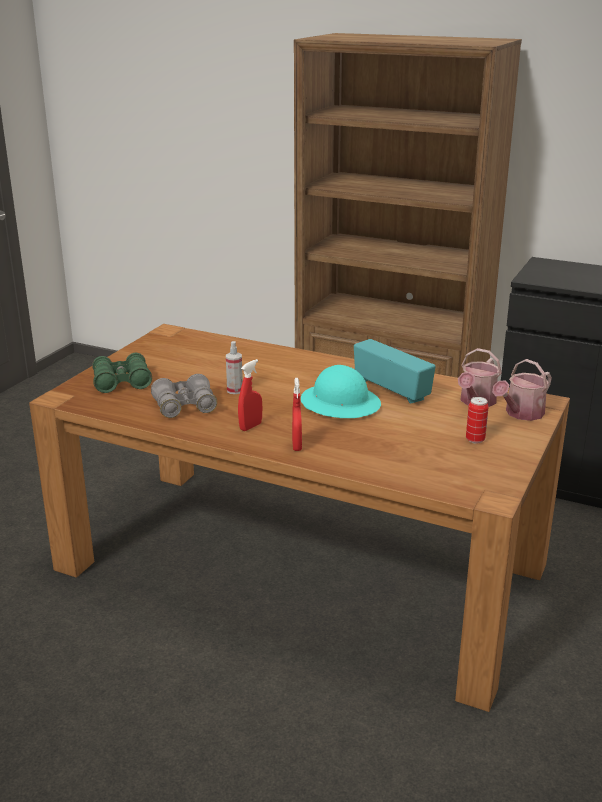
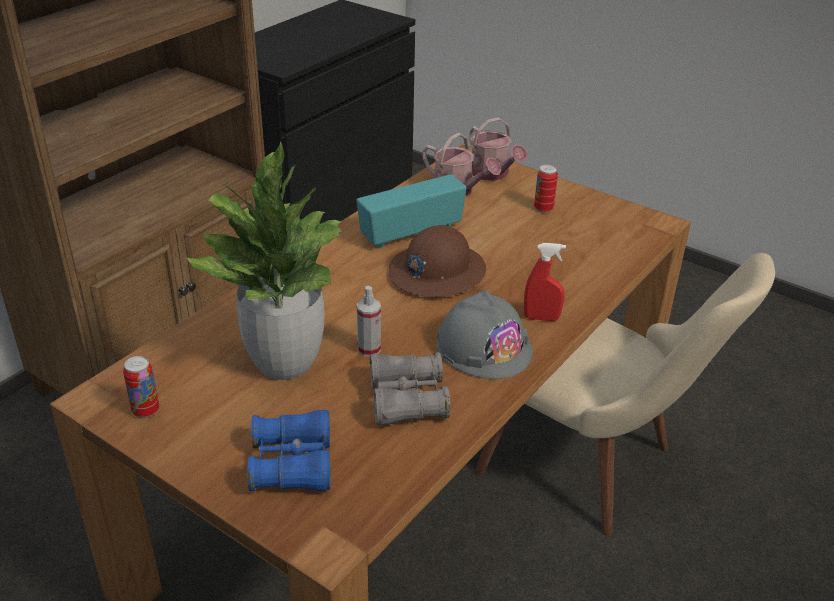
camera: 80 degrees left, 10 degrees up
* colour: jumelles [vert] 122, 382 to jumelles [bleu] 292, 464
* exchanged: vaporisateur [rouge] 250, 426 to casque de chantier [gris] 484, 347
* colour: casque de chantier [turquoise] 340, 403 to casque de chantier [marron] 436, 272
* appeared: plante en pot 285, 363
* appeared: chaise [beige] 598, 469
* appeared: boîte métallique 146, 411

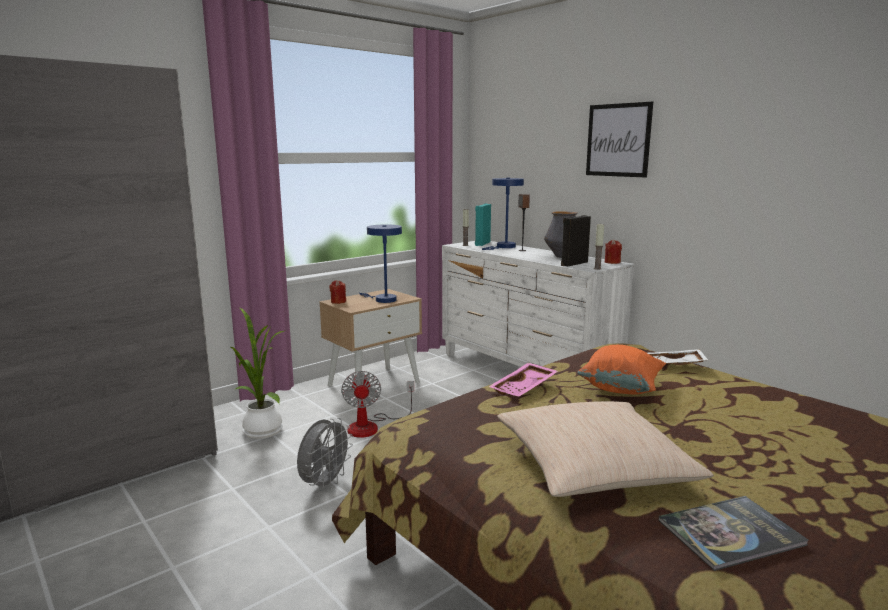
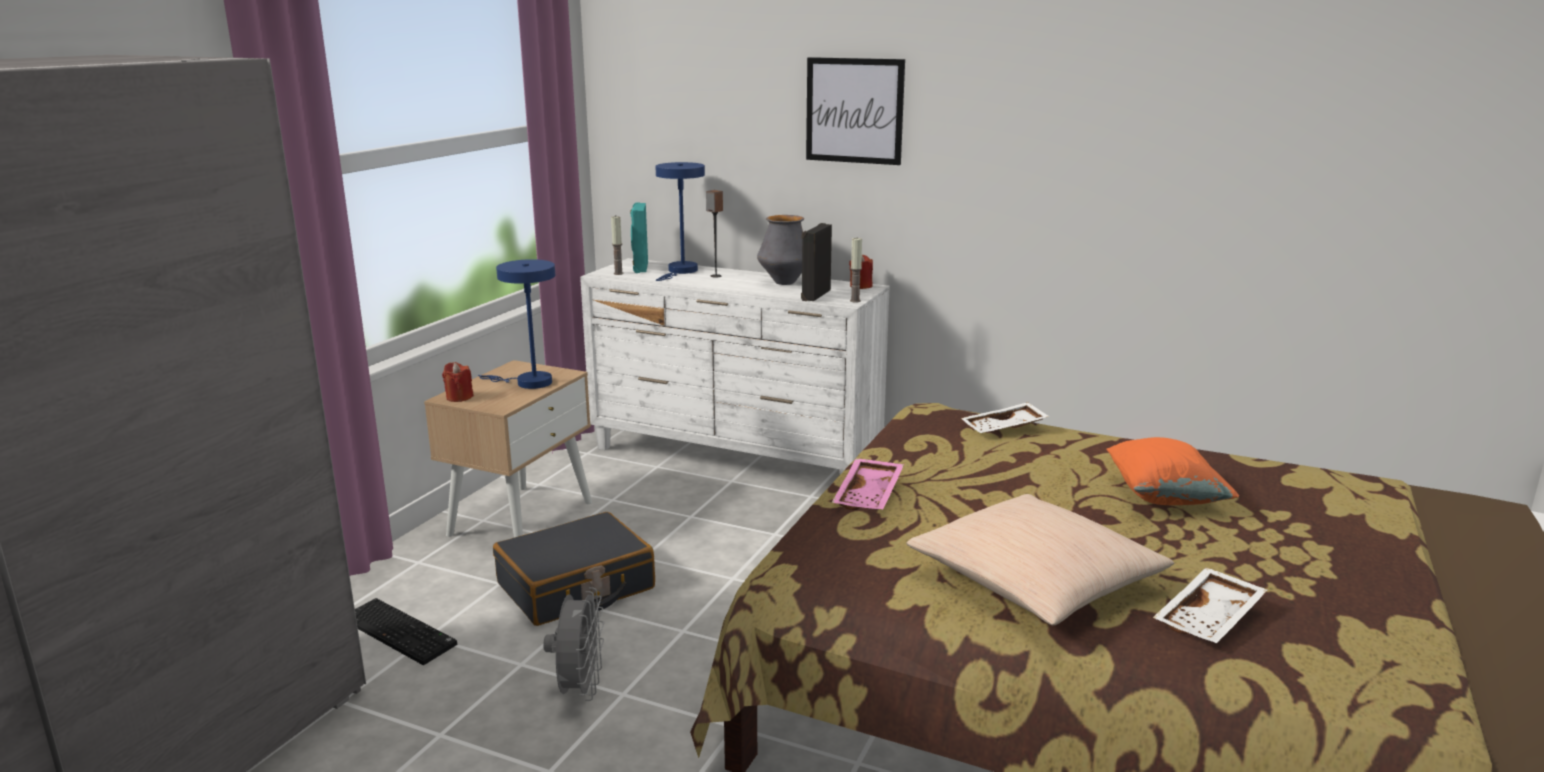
camera: 25 degrees left, 5 degrees up
* exchanged: plante en pot 262, 429 to clavier 401, 632
* relocated: coussin [orange] 621, 389 to 1164, 497
* exchanged: ventilateur 371, 426 to valise [noir] 576, 587
* exchanged: livre 730, 533 to plateau [blanc] 1210, 619

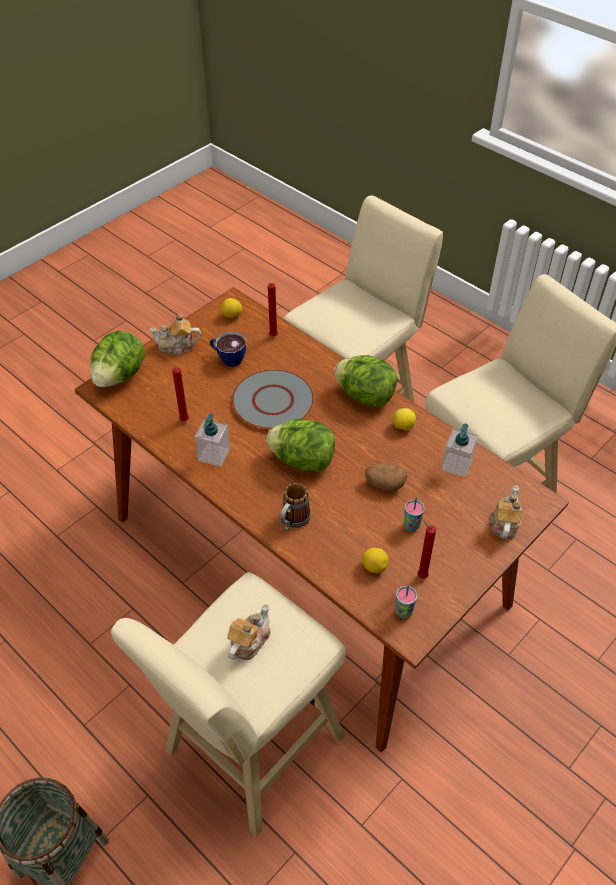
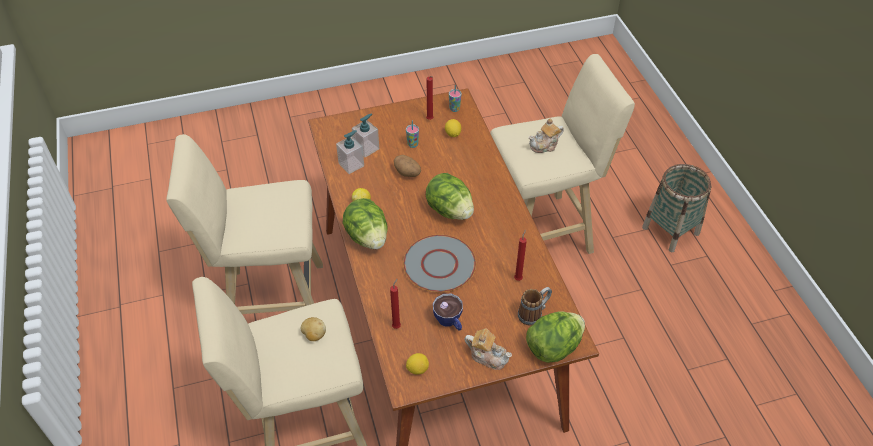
camera: 150 degrees left, 0 degrees up
* relocated: distributeur de savon 214, 455 to 366, 148
* relocated: mug 293, 521 to 534, 313
* missing: théière 504, 523
* appeared: pomme de terre 314, 335

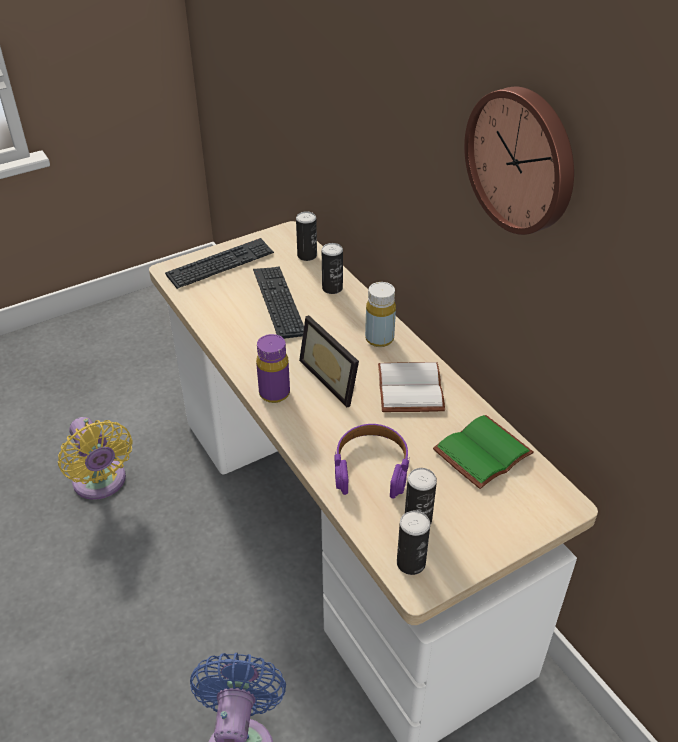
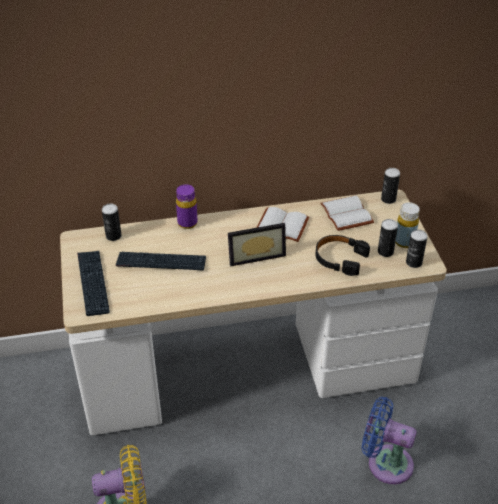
camera: 70 degrees left, 0 degrees up
* missing: horloge murale 523, 160
* relocated: boîte métallique 332, 288 to 388, 199
* relocated: bouteille [jaune] 379, 339 to 404, 242
* relocated: bouteille [violet] 274, 393 to 187, 223
* colour: livre [vert] 483, 455 to livre [blanc] 348, 214
* colour: casque audio [violet] 371, 467 to casque audio [noir] 340, 259

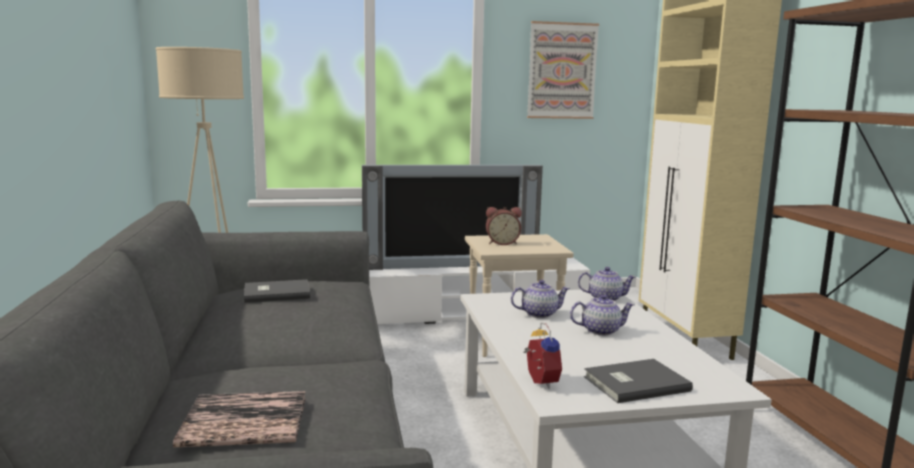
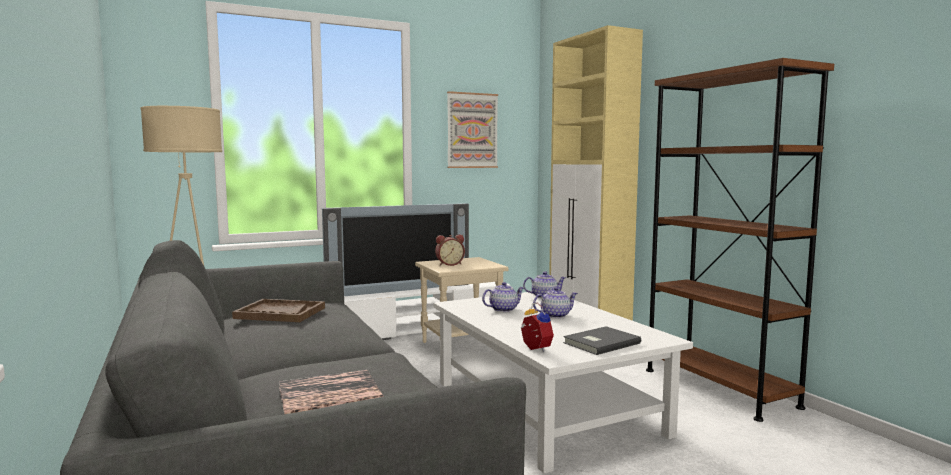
camera: 15 degrees left, 5 degrees down
* exchanged: livre [gris] 276, 293 to plateau [marron] 280, 313

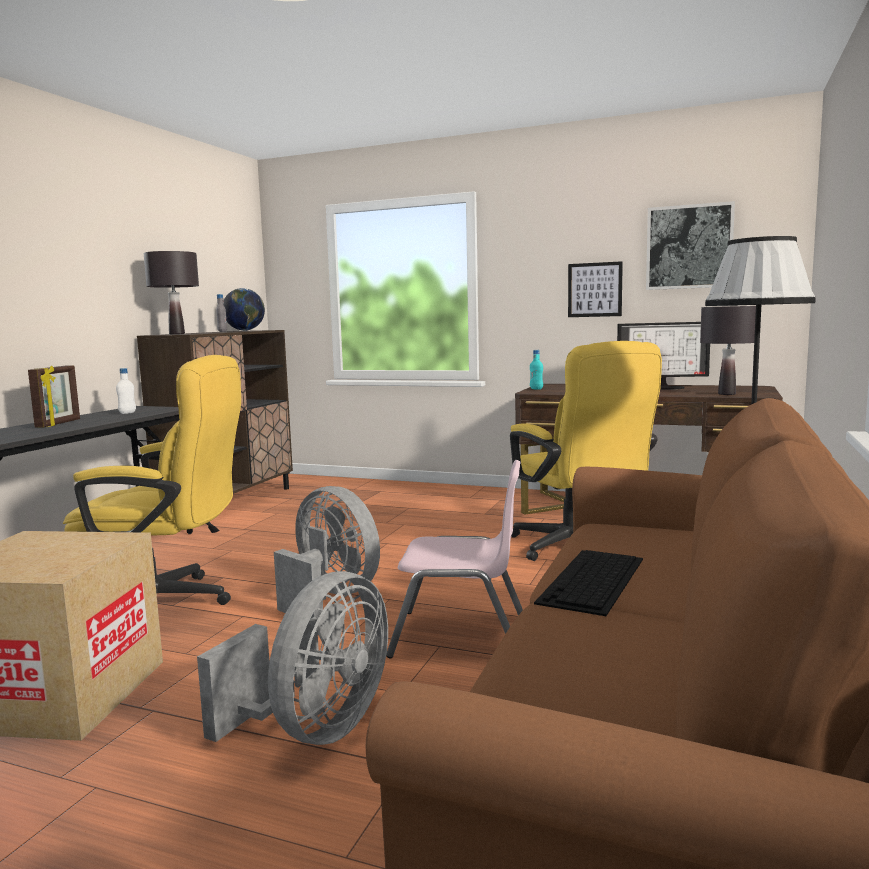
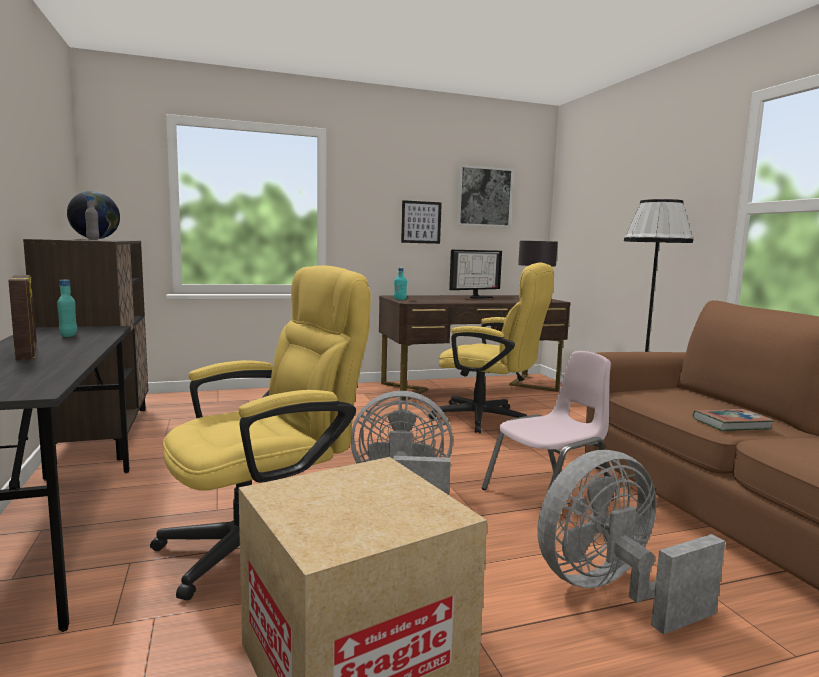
camera: 40 degrees left, 0 degrees up
* missing: lampe de table [noir] 176, 334
* colour: bouteille [blanc] 127, 413 to bouteille [turquoise] 68, 336
* exchanged: clavier 593, 580 to livre 731, 424
* spun: ventilateur [gris] 316, 730 = 610, 591 105 degrees counterclockwise

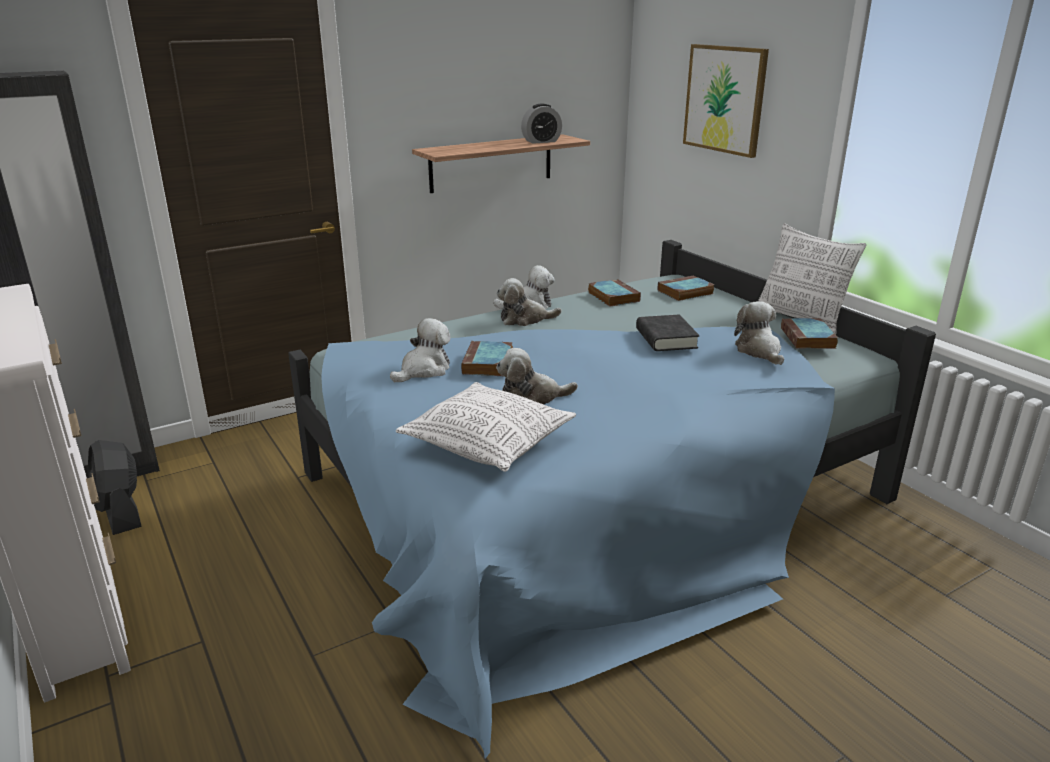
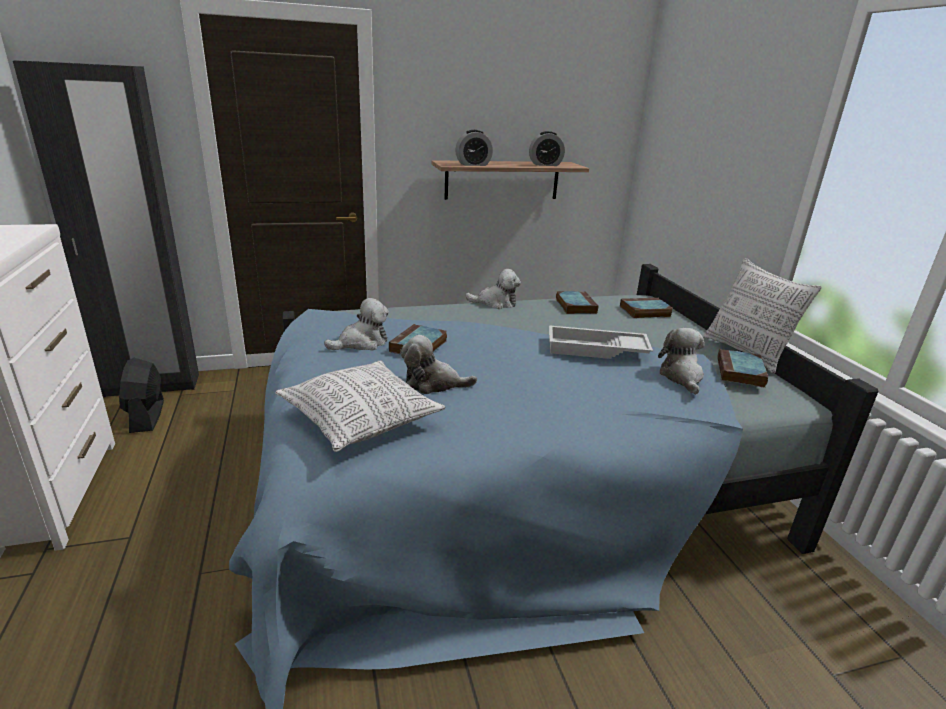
camera: 15 degrees right, 0 degrees up
* missing: tableau 725, 99
* missing: peluche 524, 319
* exchanged: livre [noir] 666, 339 to plateau [blanc] 596, 350
* appeared: réveil 473, 164

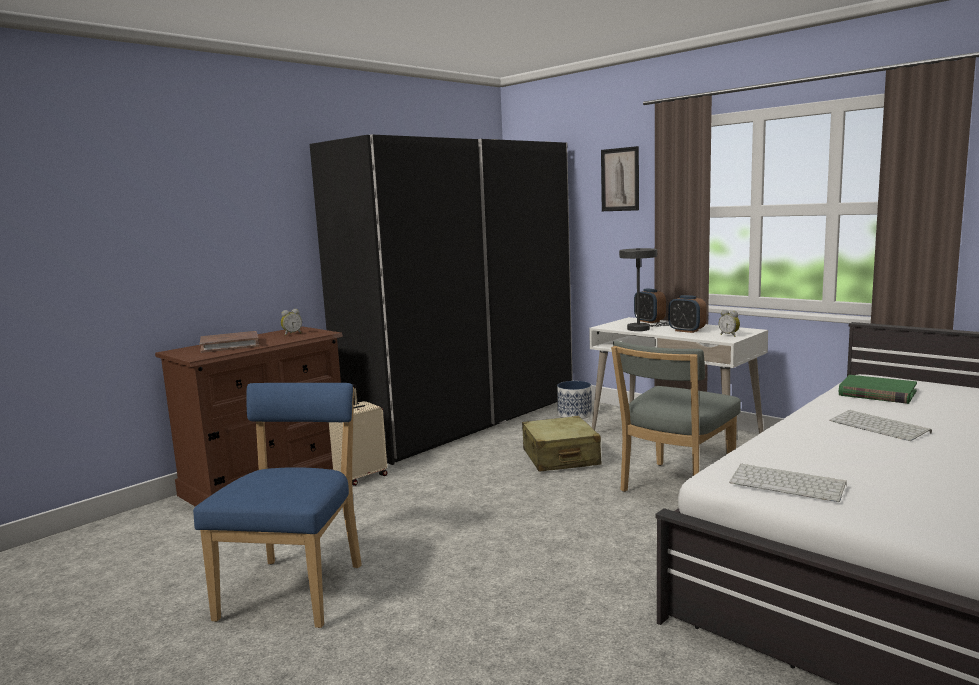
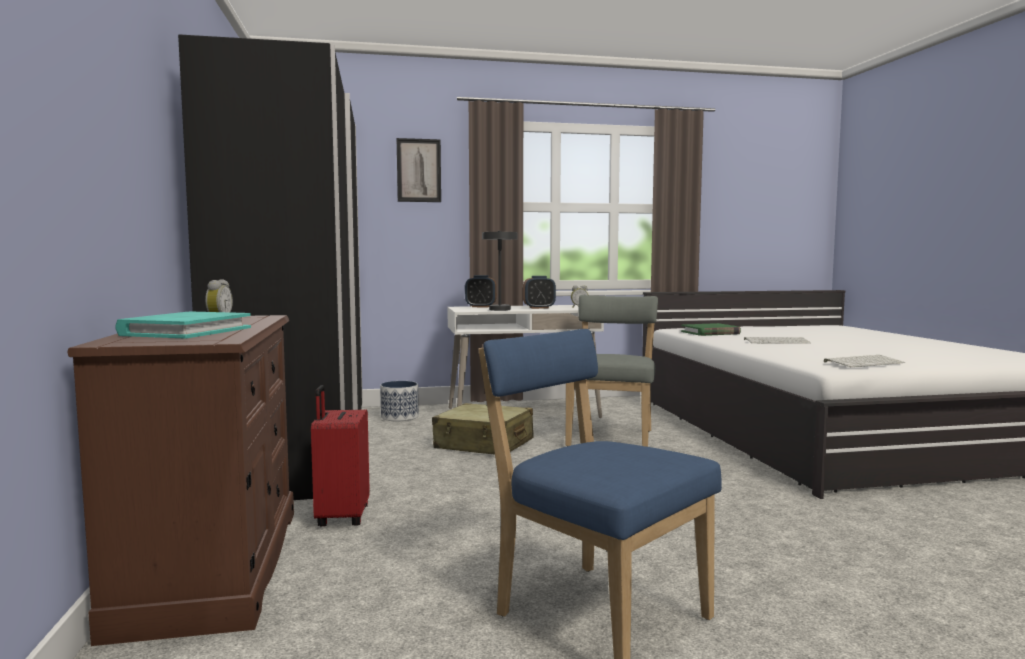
camera: 55 degrees left, 5 degrees down
* colour: livre [marron] 230, 345 to livre [turquoise] 186, 331
* spun: chaise [gris] 674, 488 = 611, 437 150 degrees counterclockwise
* colour: valise [beige] 361, 477 to valise [rouge] 341, 517

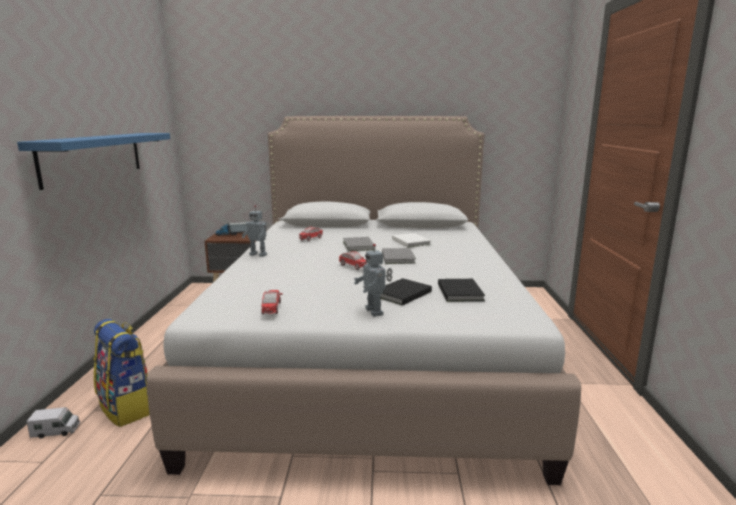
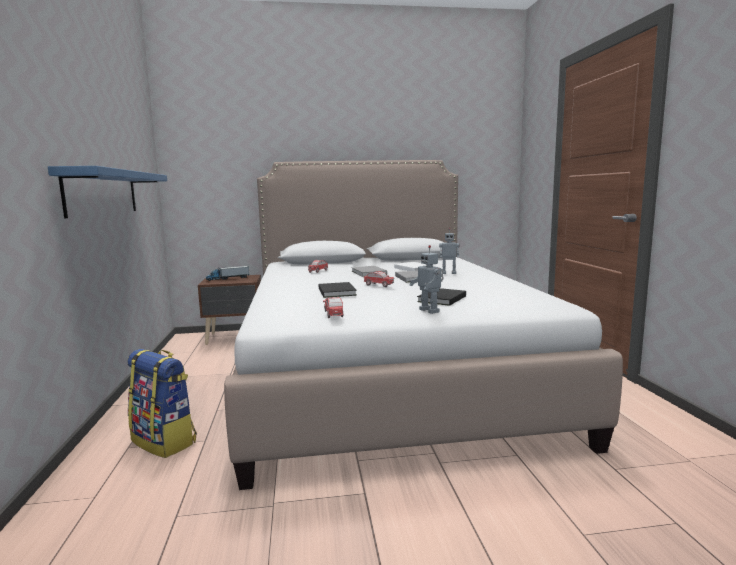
camera: 10 degrees left, 5 degrees down
* relocated: robot jouet 258, 255 to 448, 273
* relocated: livre [noir] 460, 292 to 337, 291
* missing: camion jouet 56, 431

